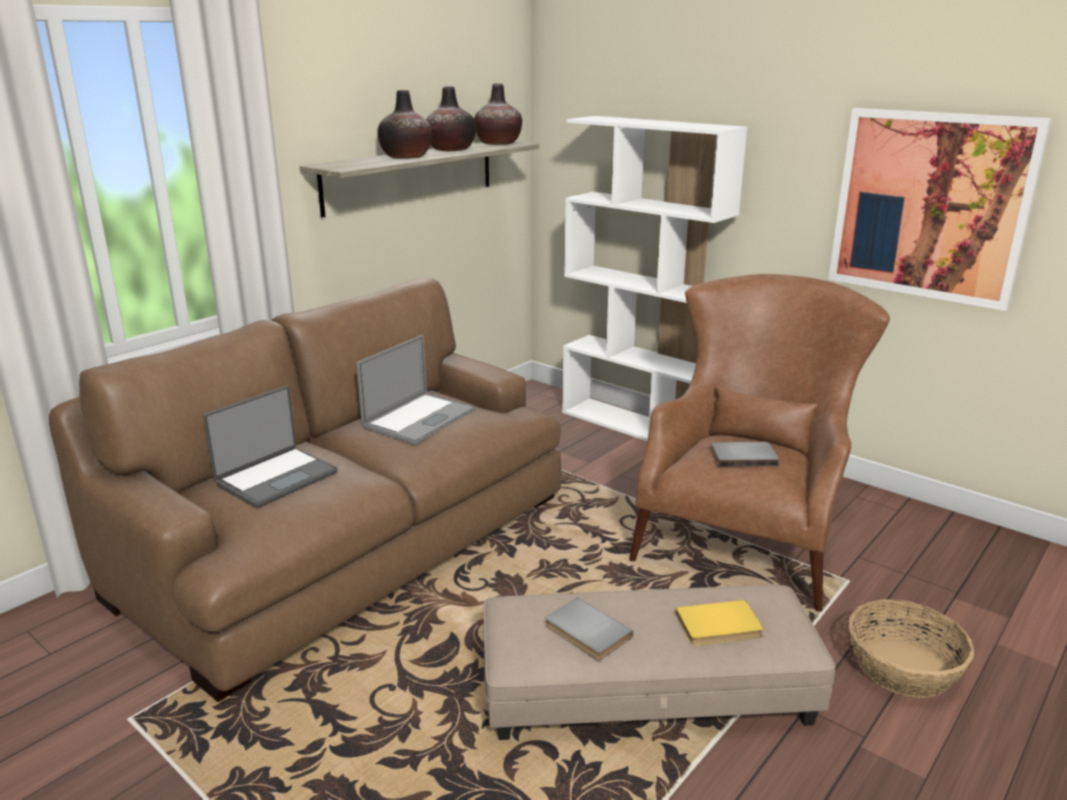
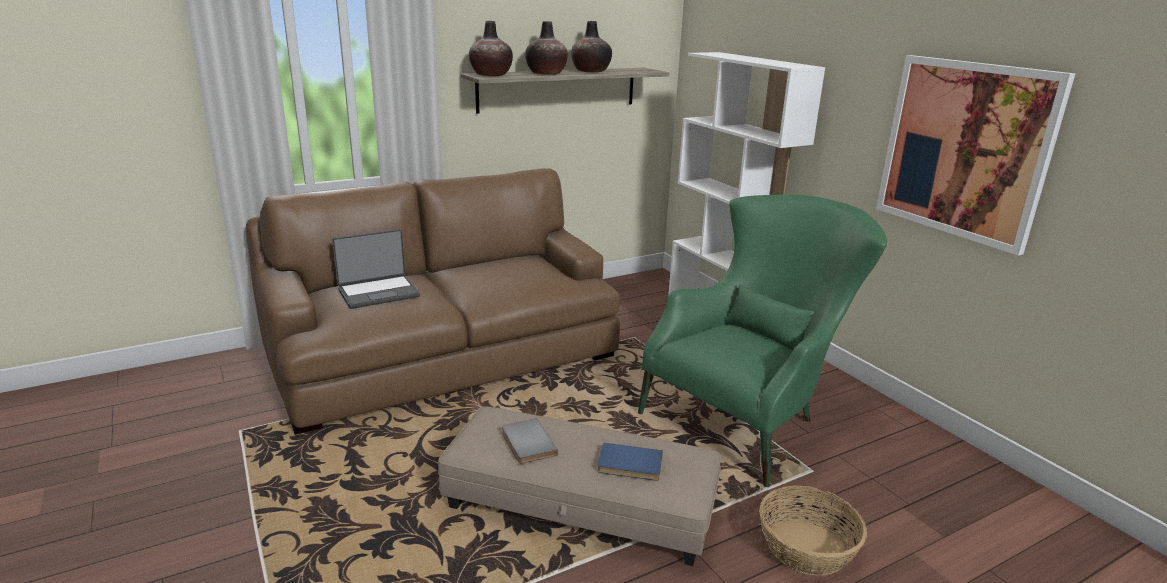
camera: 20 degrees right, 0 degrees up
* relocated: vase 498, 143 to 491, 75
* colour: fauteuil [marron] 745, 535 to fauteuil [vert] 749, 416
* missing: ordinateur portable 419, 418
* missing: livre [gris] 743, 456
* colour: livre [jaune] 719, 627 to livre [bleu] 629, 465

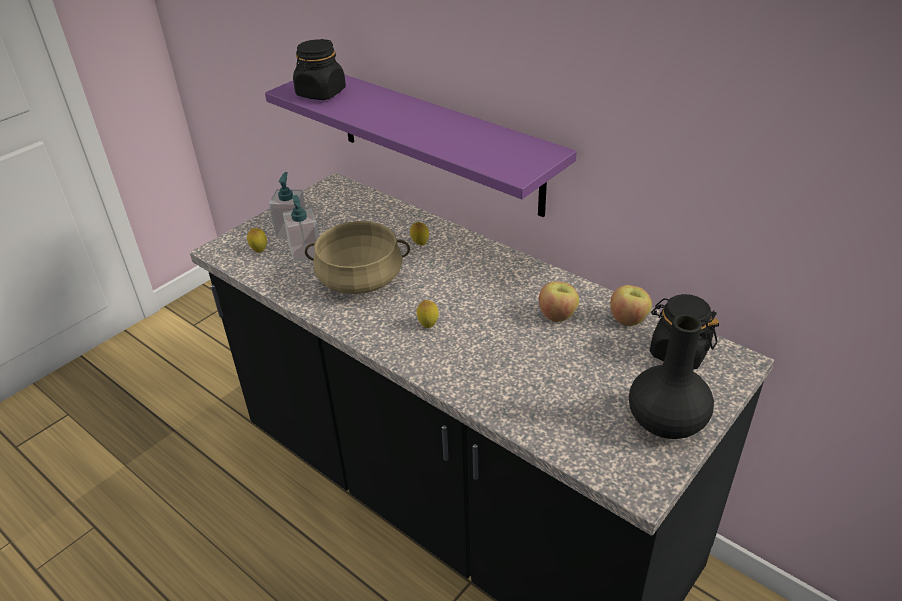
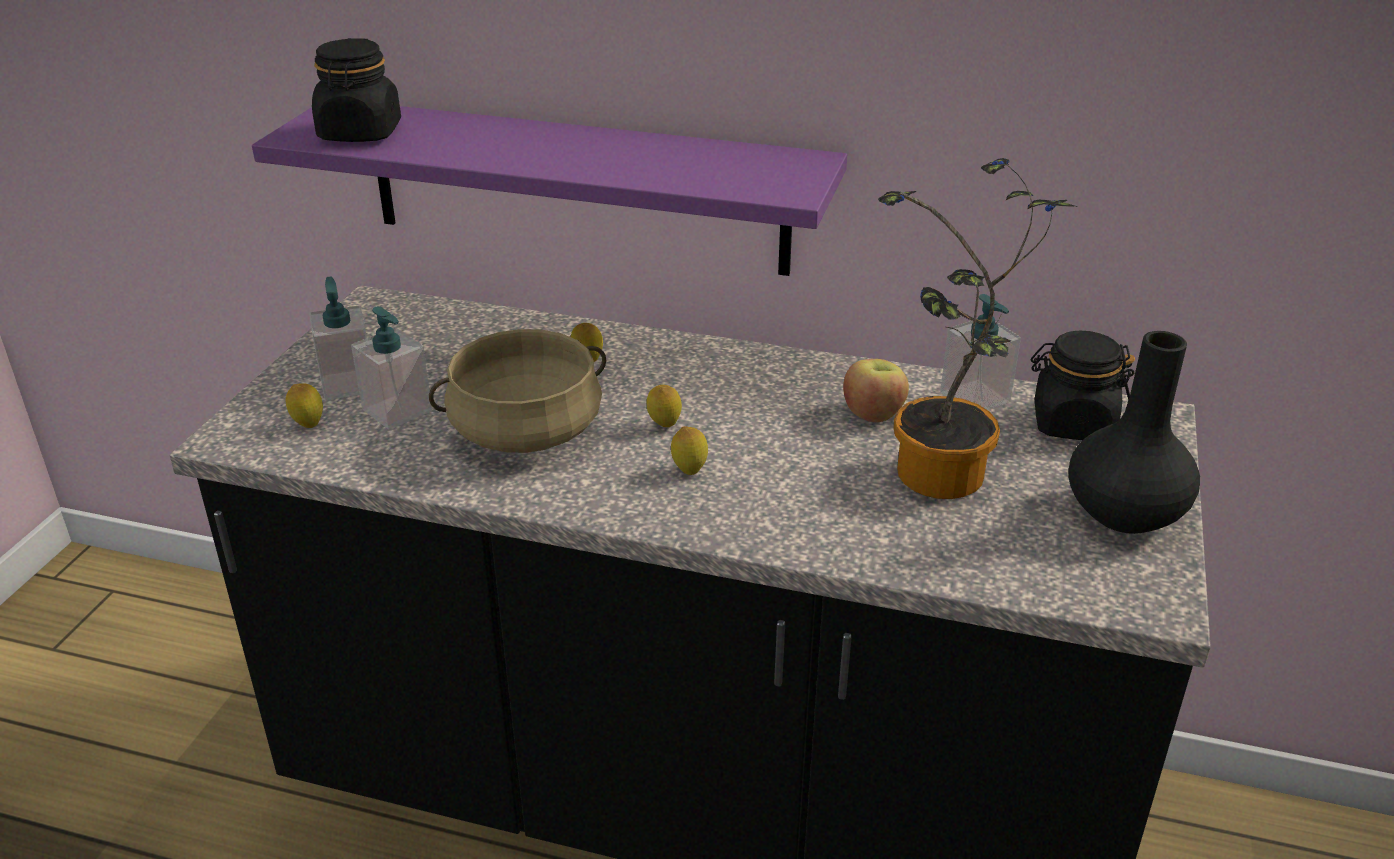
camera: 25 degrees left, 5 degrees down
* exchanged: pomme 628, 319 to distributeur de savon 975, 397
* appeared: plante en pot 940, 483
* appeared: citron 664, 426

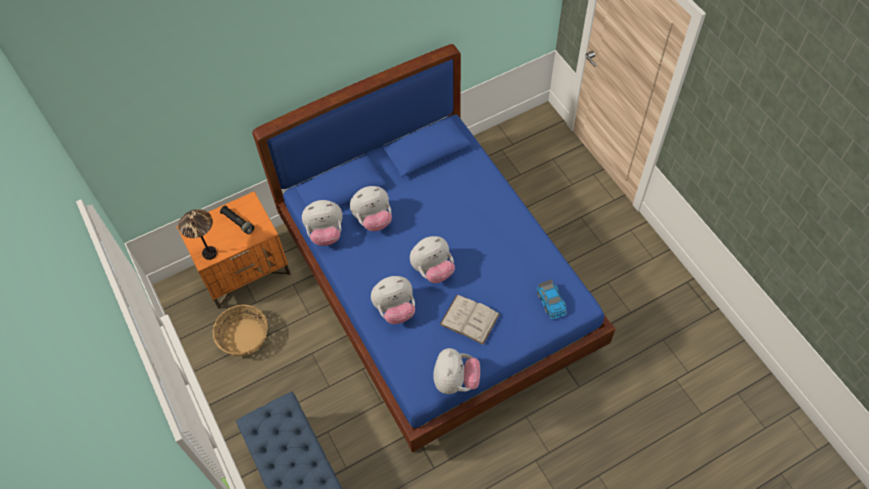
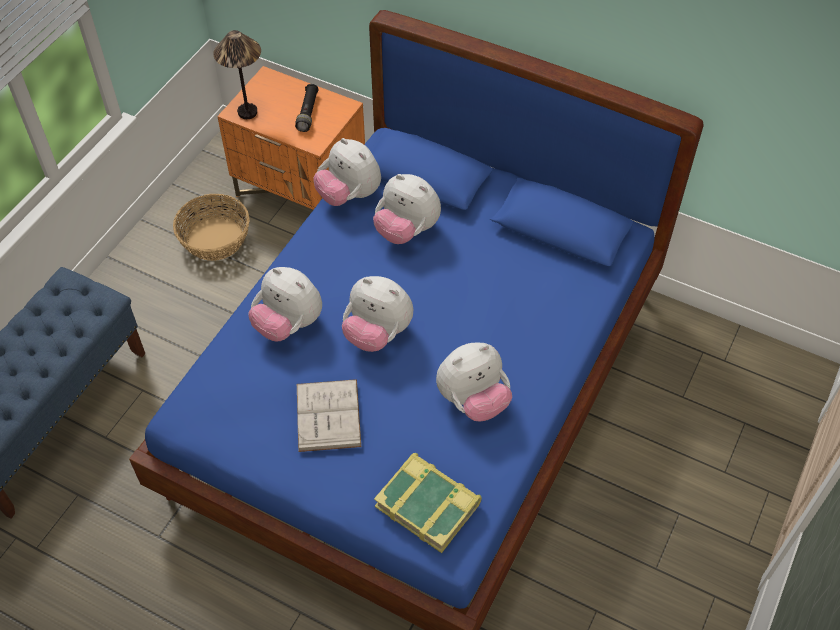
camera: 55 degrees right, 5 degrees down
* exchanged: petite voiture 551, 302 to livre 428, 504
* relocated: peluche 455, 380 to 473, 400

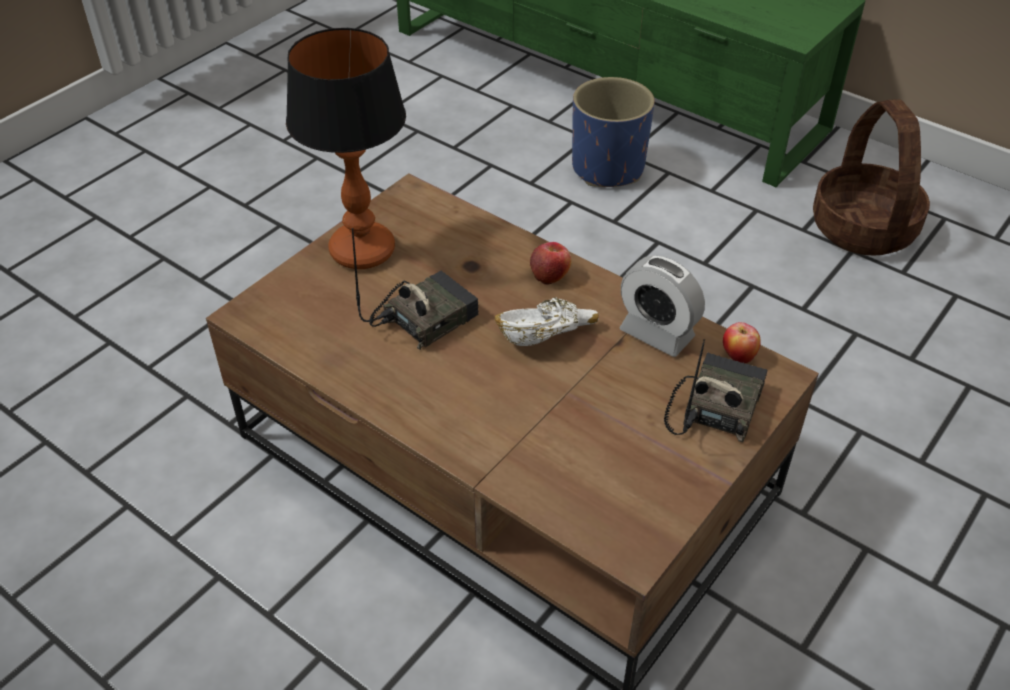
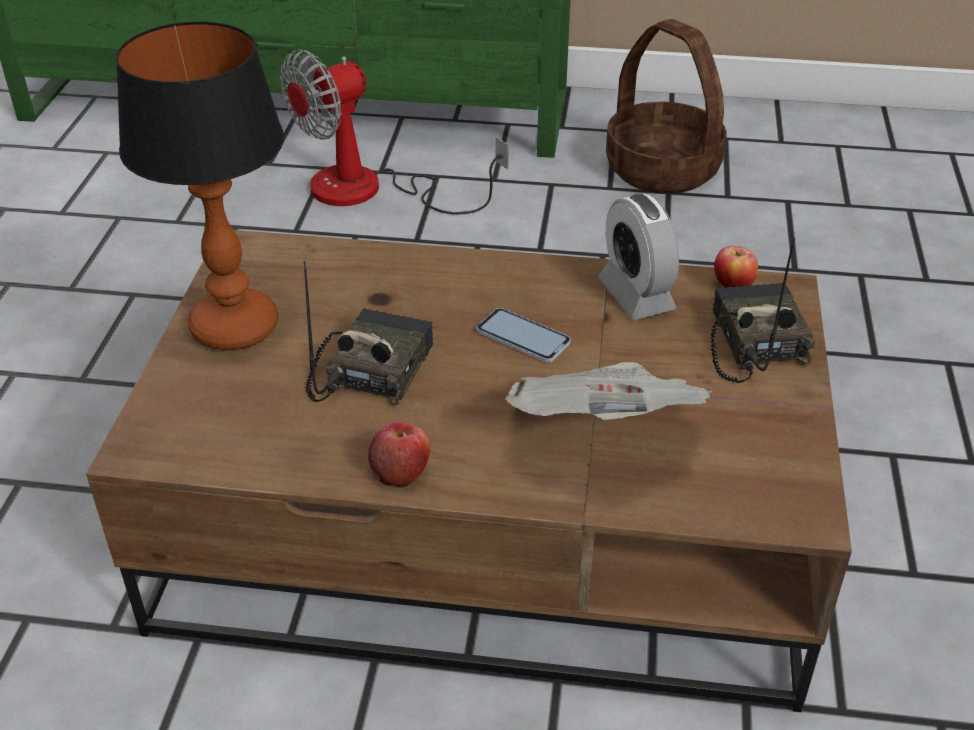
camera: 30 degrees left, 5 degrees down
* exchanged: cache-pot [bleu] 608, 168 to ventilateur 370, 191
* relocated: pomme 550, 275 to 401, 471
* spun: réveil 657, 334 = 636, 295 60 degrees clockwise
* exchanged: bol [blanc] 546, 334 to téléphone 523, 337
* appeared: journal 604, 430

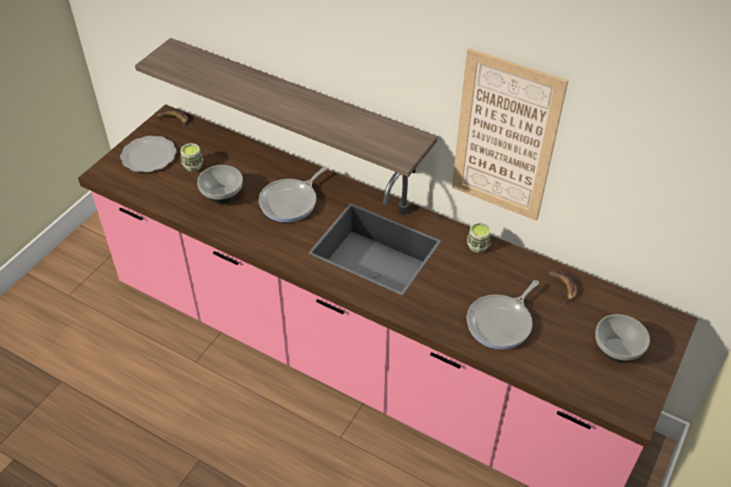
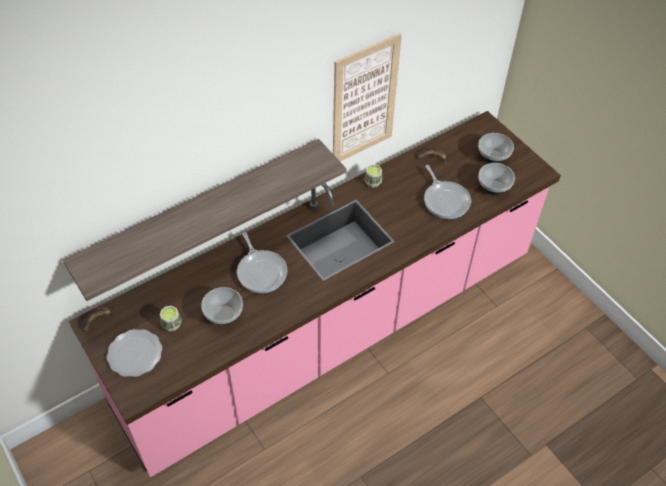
camera: 65 degrees left, 5 degrees up
* appeared: bol 493, 187

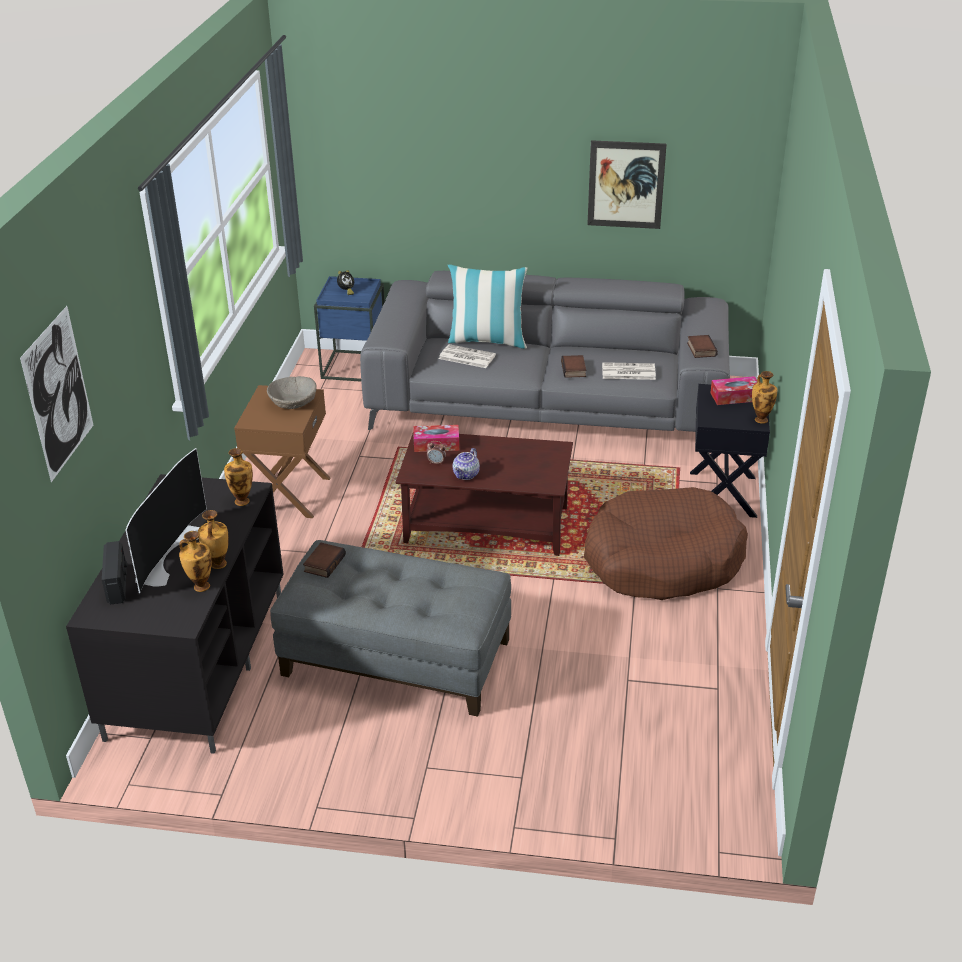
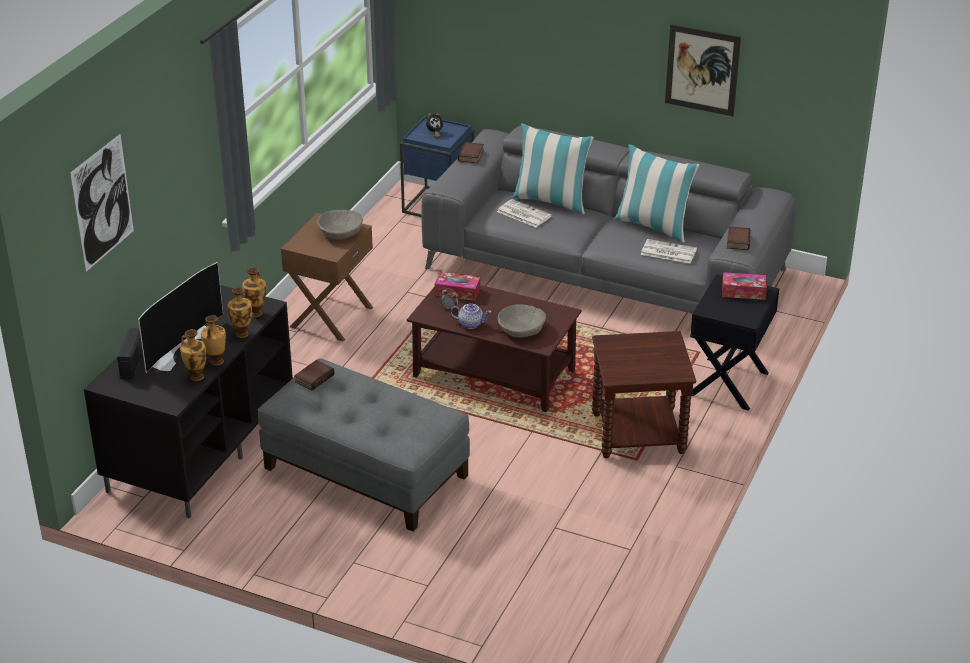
camera: 15 degrees right, 0 degrees up
* relocated: livre 574, 370 to 472, 156
* relocated: vase 760, 419 to 242, 333
* spun: théière 466, 475 = 471, 324 120 degrees counterclockwise
* exchanged: panier pour chien [marron] 662, 560 to table d'appoint [marron] 638, 433
* appeared: coussin 653, 226
* appeared: bol [beige] 521, 329

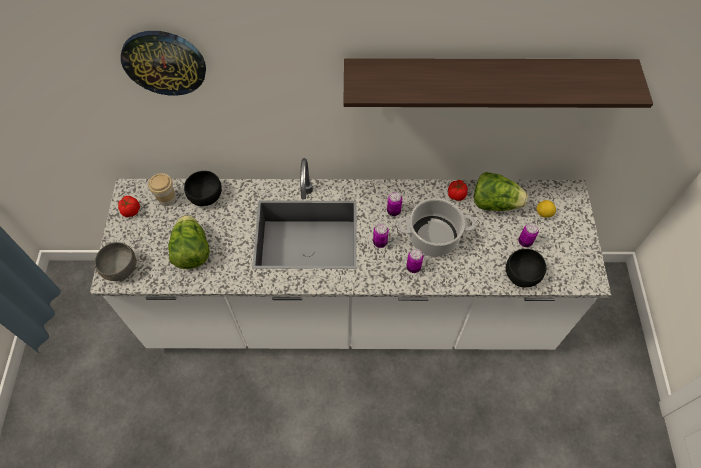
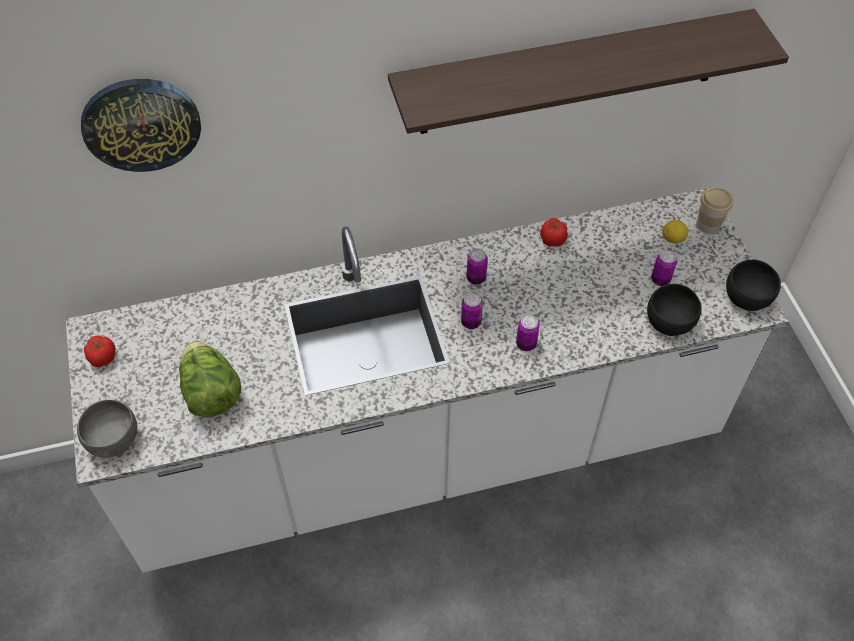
camera: 15 degrees left, 5 degrees down
* relocated: bol [noir] 206, 196 to 747, 297
* missing: laitue 494, 203
* relocated: tasse 167, 199 to 708, 225
* missing: marmite 434, 236

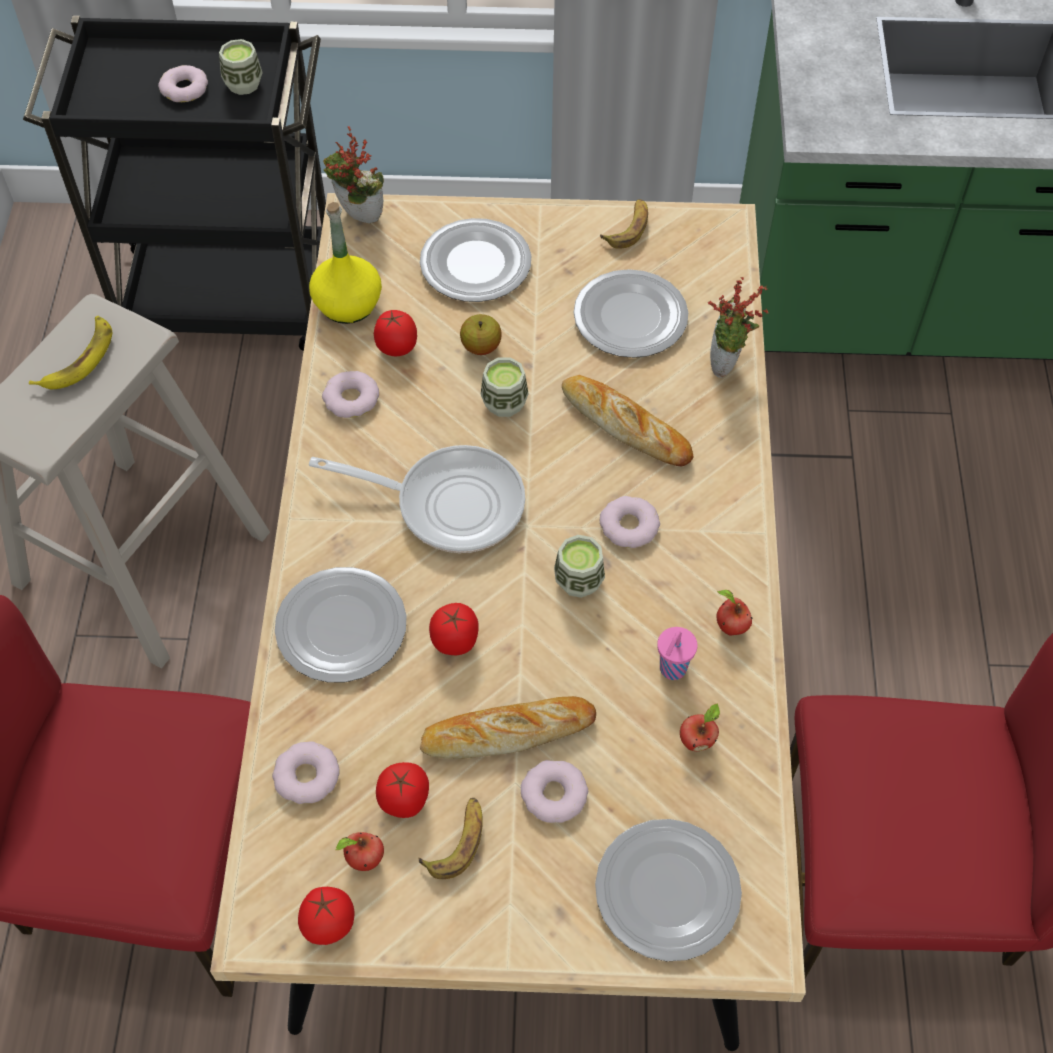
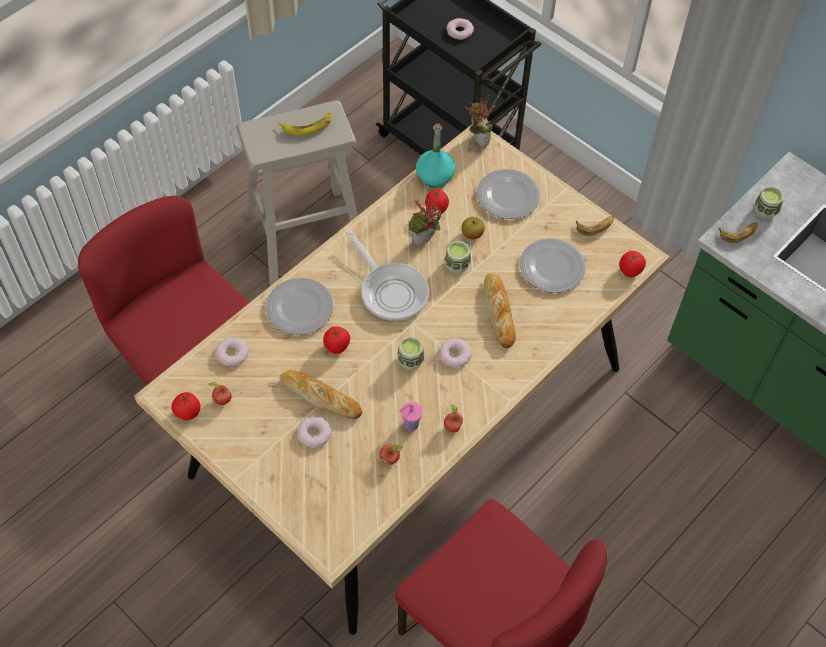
camera: 40 degrees right, 0 degrees up
* relocated: tasse 243, 84 to 765, 211
* colour: bouteille [jaune] 347, 304 to bouteille [turquoise] 435, 176
* relocated: plante en pot 727, 366 to 424, 242
* missing: beignet 351, 399
* relocated: tomate 404, 800 to 630, 271
* relocated: banane 457, 841 to 738, 233
* missing: assiette 668, 889

